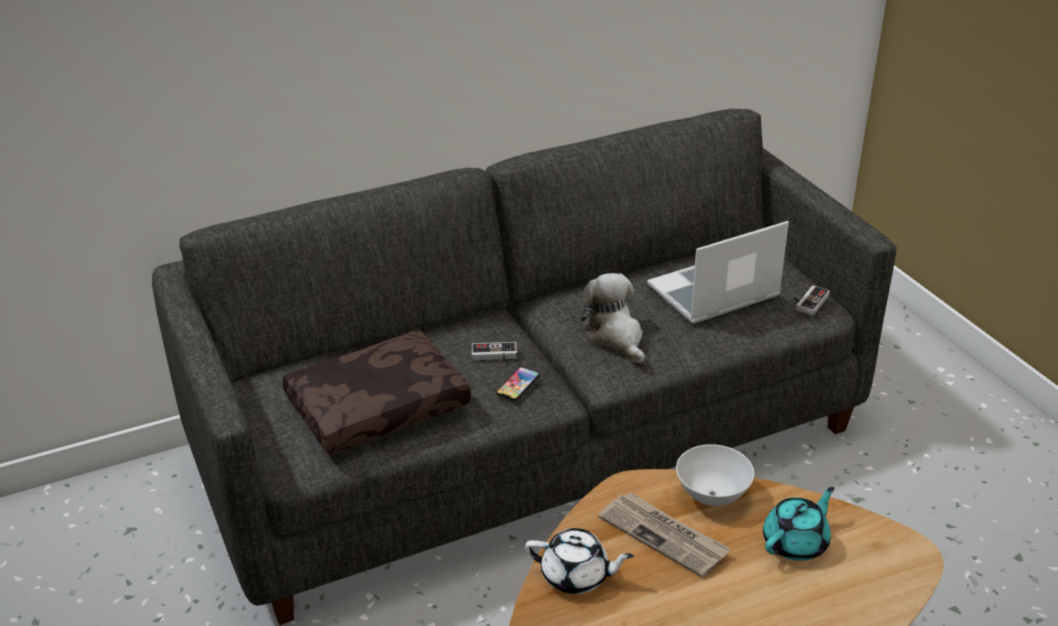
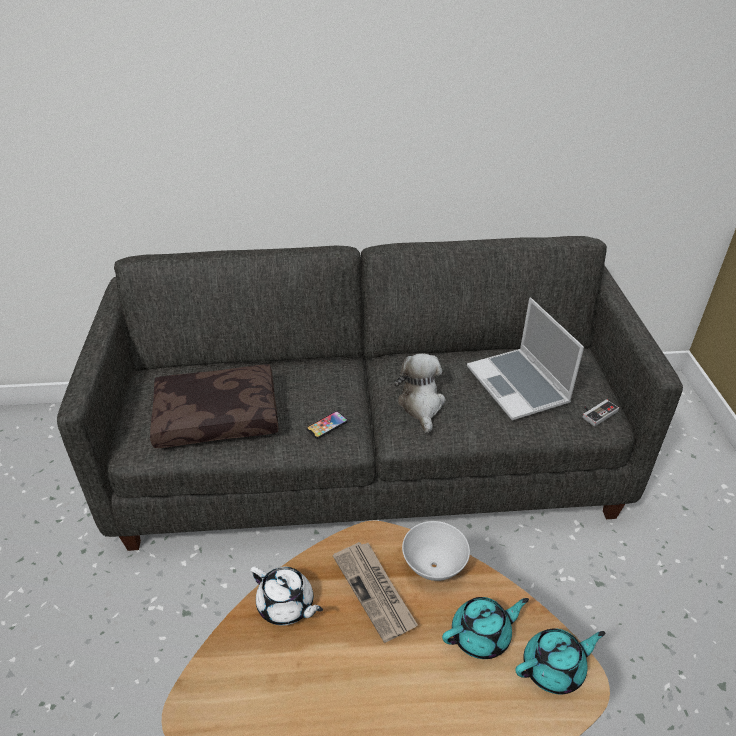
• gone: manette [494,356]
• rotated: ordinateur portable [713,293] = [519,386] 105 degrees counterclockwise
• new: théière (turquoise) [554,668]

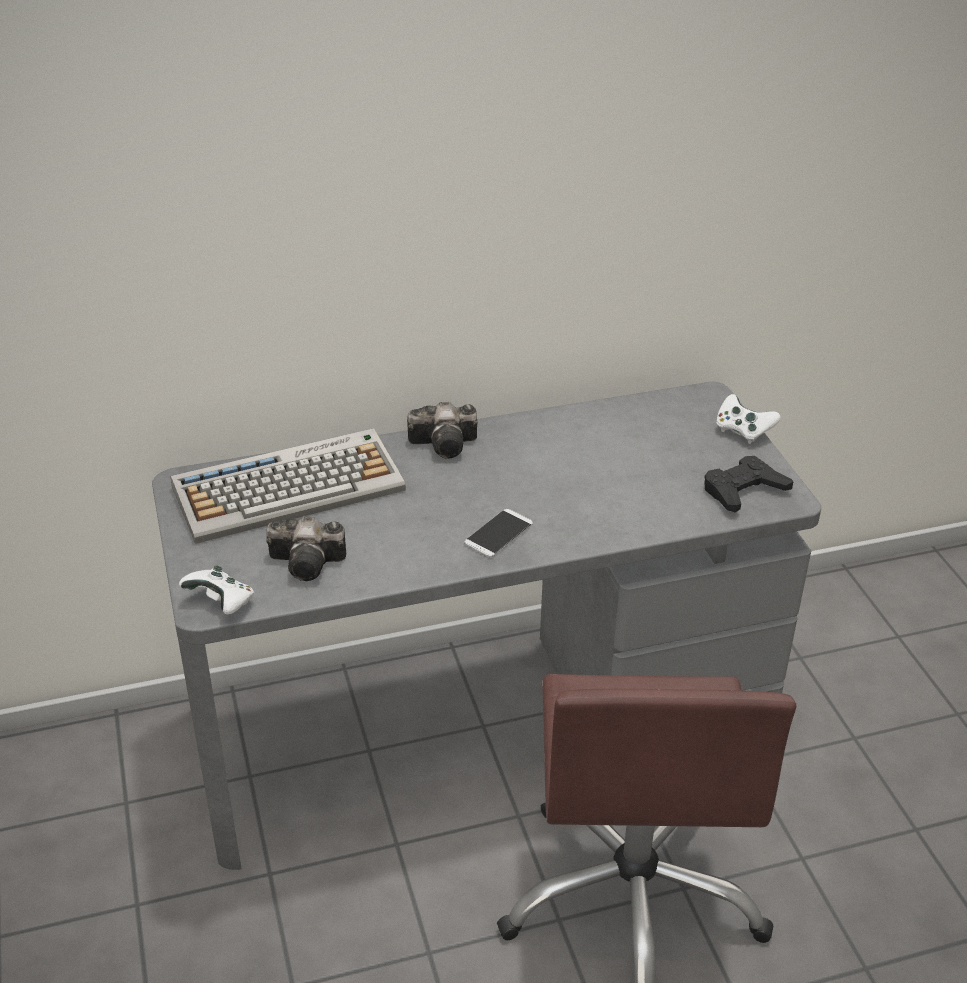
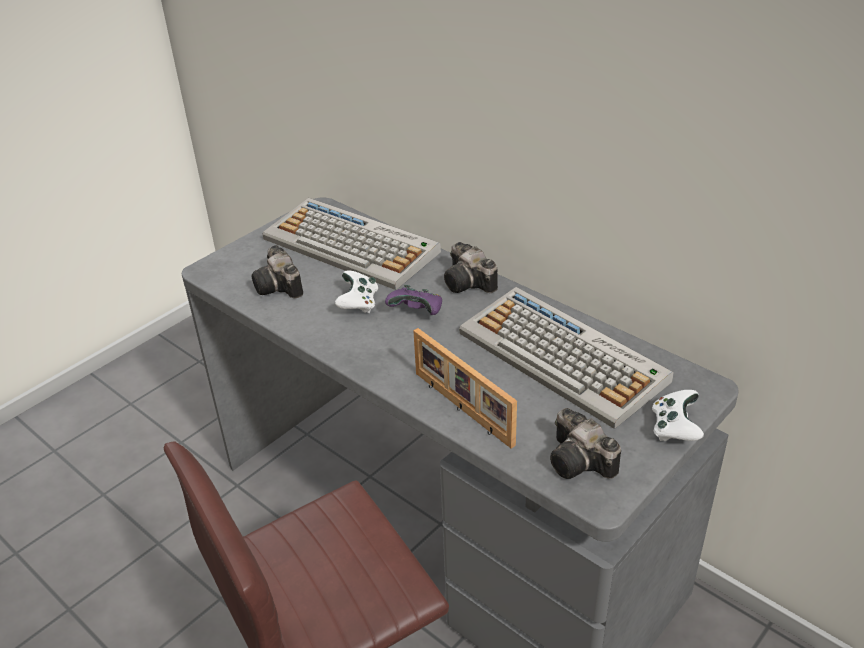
• shifted: manette (blanc) [222,603] to [358,304]
• gone: téléphone [498,534]
• swapped: manette (noir) [743,490] to appareil photo [581,463]
• new: manette (violet) [417,312]
• new: cadre photo [461,409]
• new: clavier [564,357]

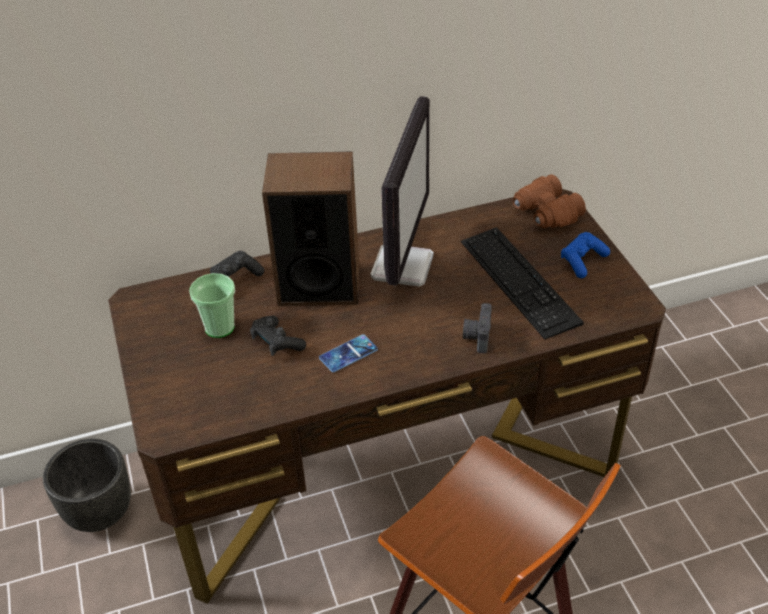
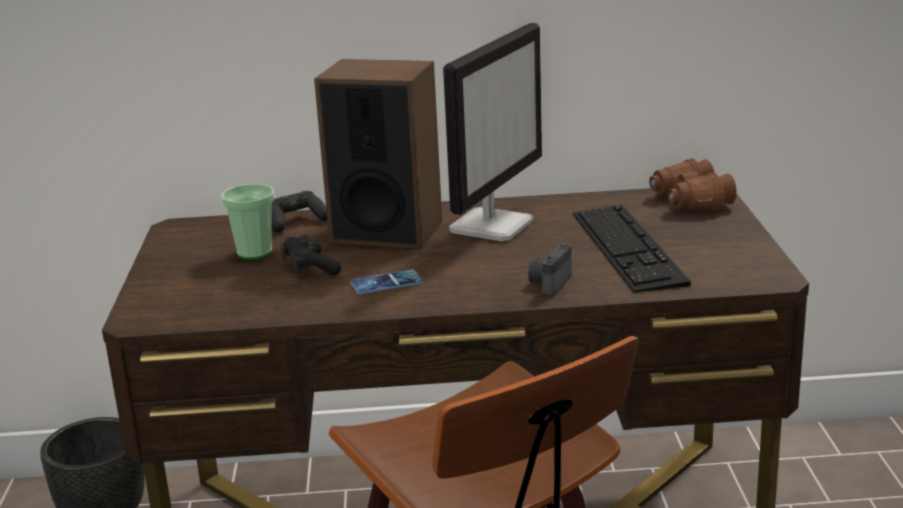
• gone: manette (bleu) [582,261]

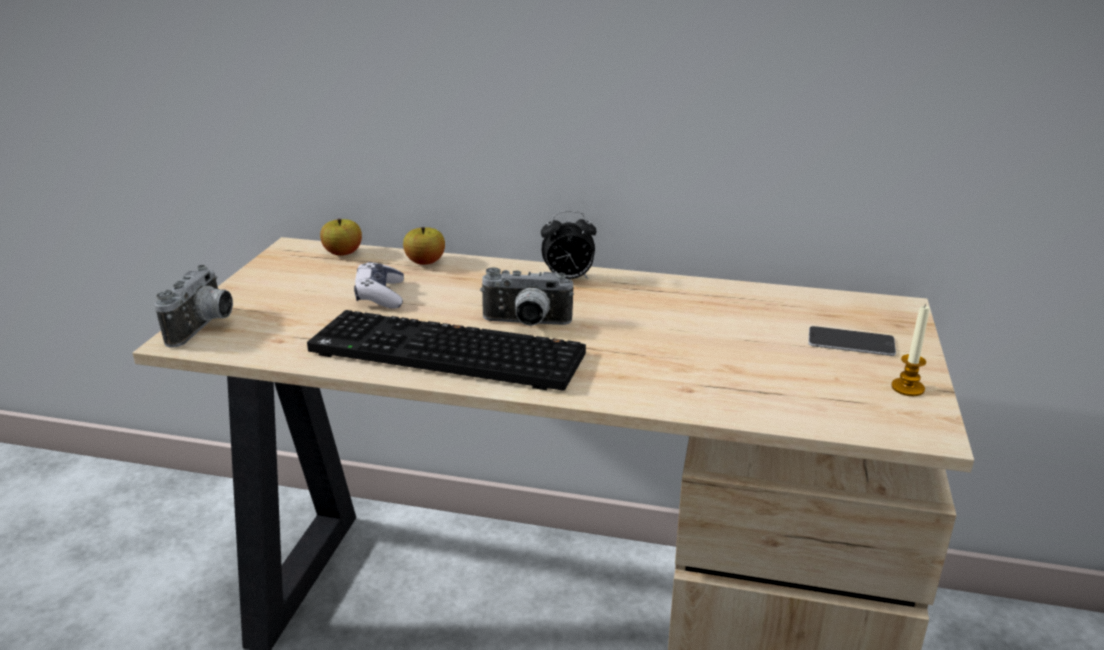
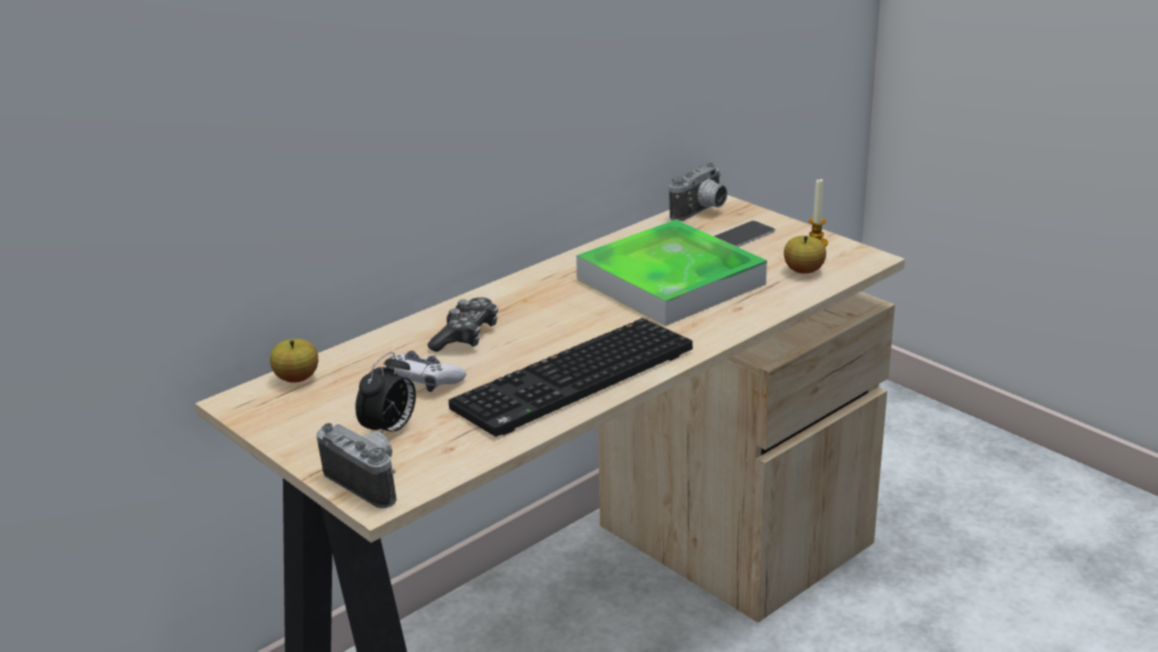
• shifted: pomme [425,262] to [803,271]
• shifted: appareil photo [526,324] to [702,212]
• shifted: réveil [568,279] to [389,430]
• new: manette [466,337]
• new: plateau [670,281]

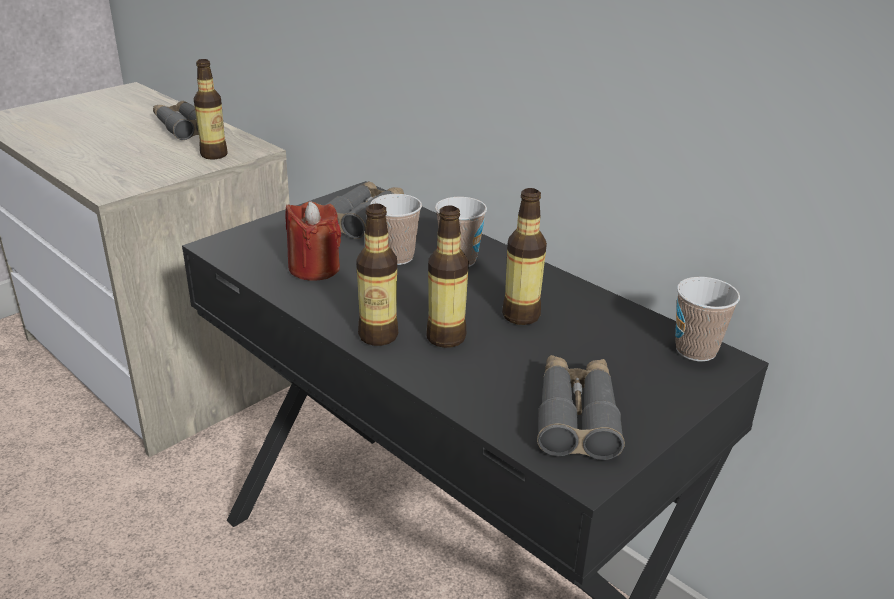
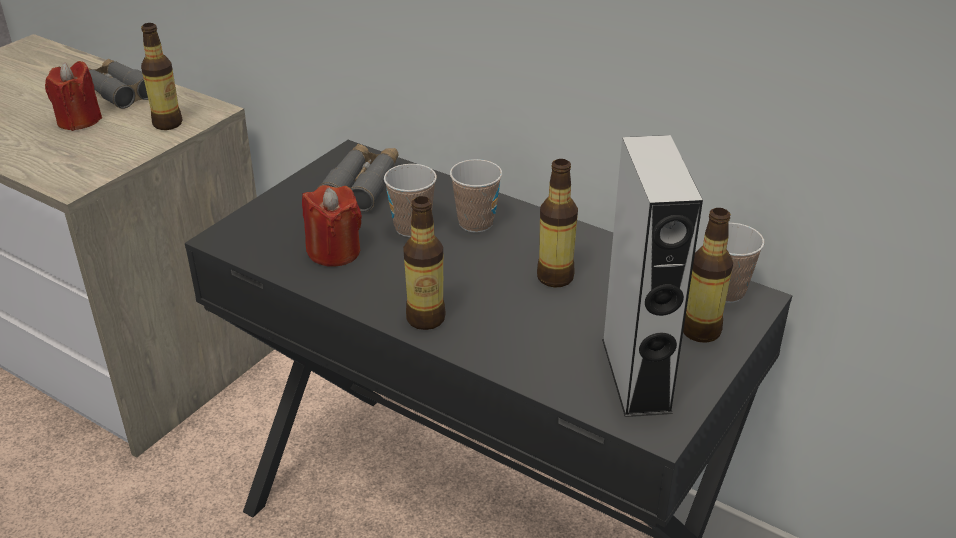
• shifted: bouteille [445,337] to [700,331]
• swapped: jumelles (gris) [576,416] to enceinte (gris) [635,375]
• new: bougie (rouge) [79,120]

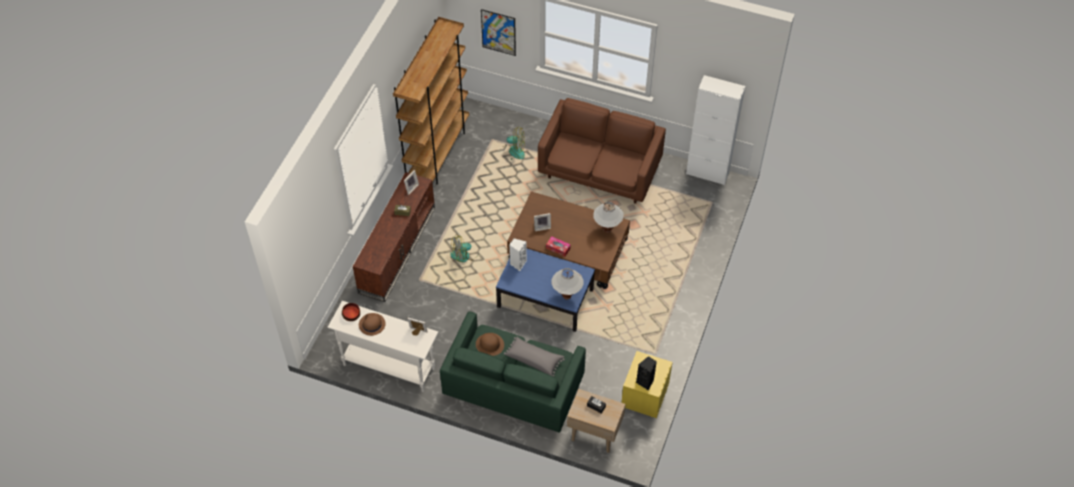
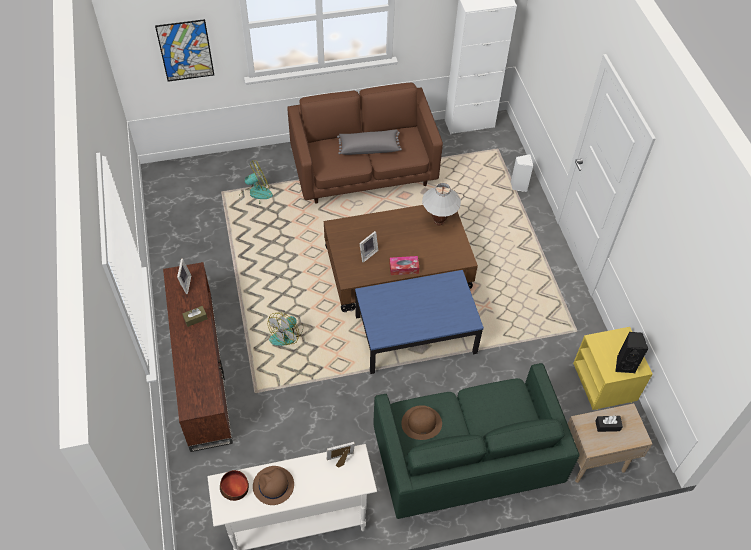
• gone: bibliothèque (marron) [438,154]
• shifted: coussin (gris) [534,359] to [369,147]
• shifted: enceinte (blanc) [517,263] to [518,186]
• gone: lampe de table (blanc) [566,296]

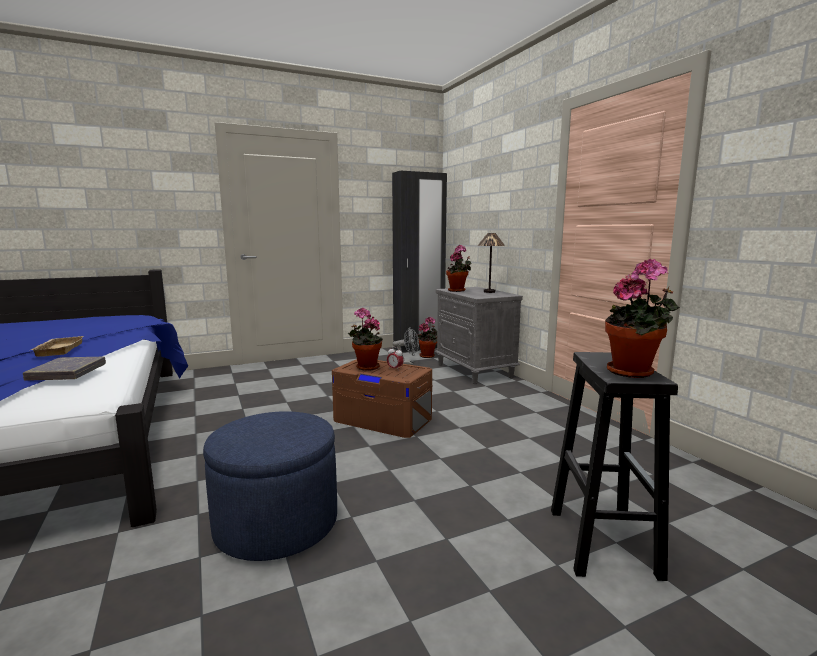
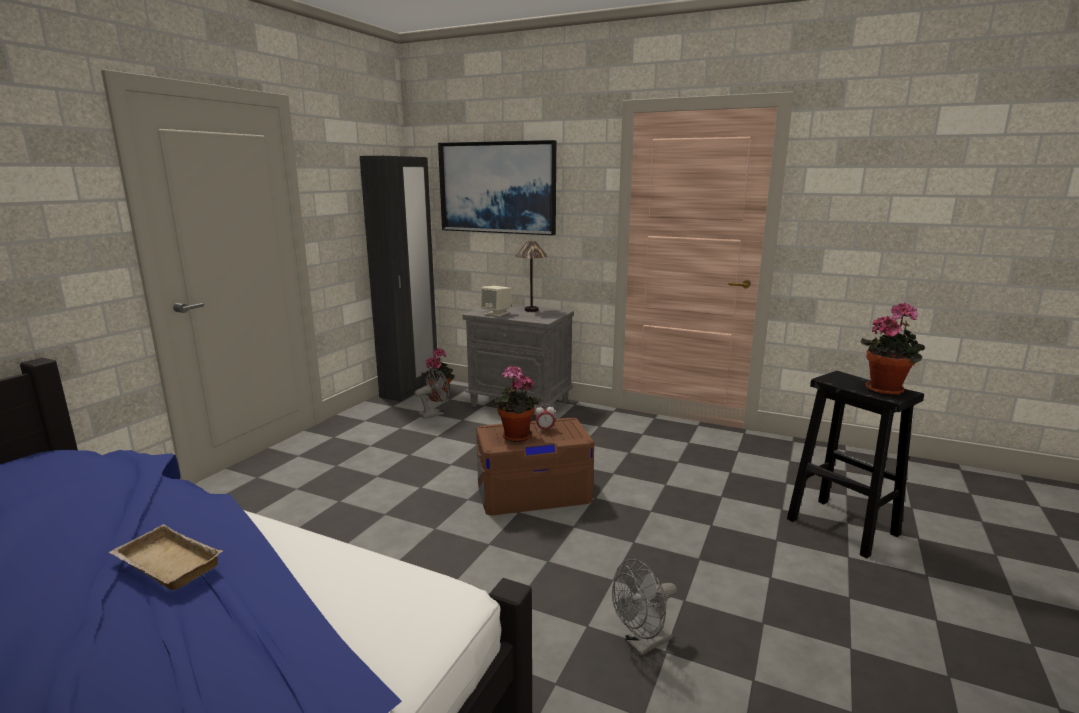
• gone: livre (gris) [67,373]
• swapped: pouf (bleu) [276,523] to ventilateur (gris) [643,644]
• swapped: plante en pot [458,291] to enceinte (beige) [496,313]
• new: tableau [497,187]

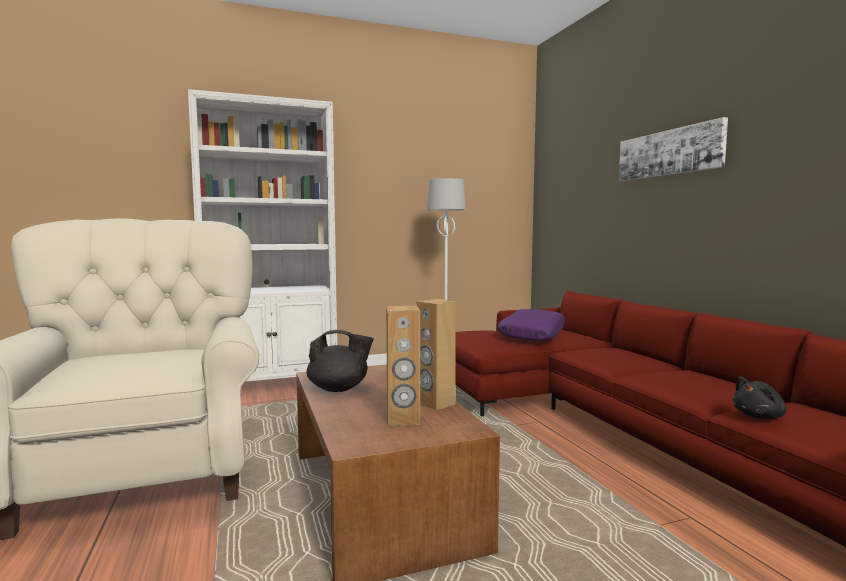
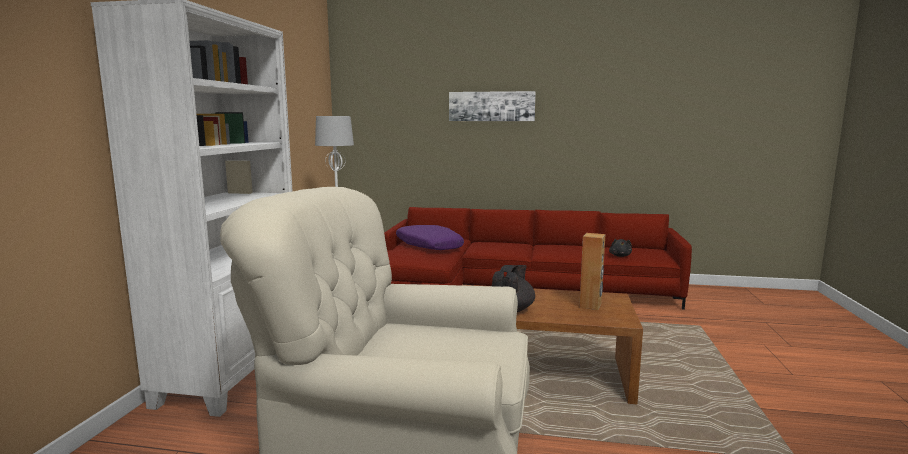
• gone: enceinte (marron) [435,403]

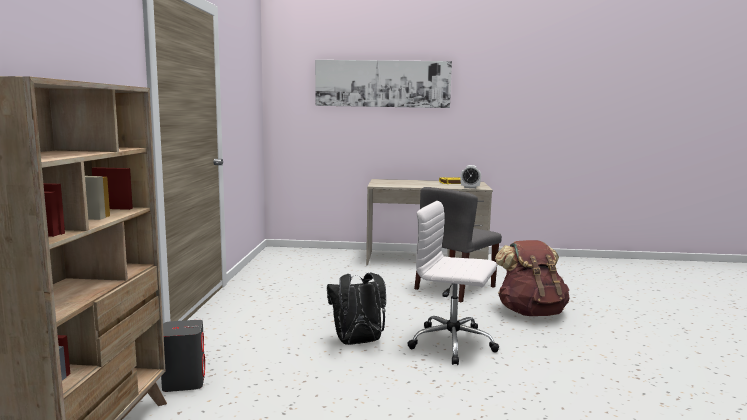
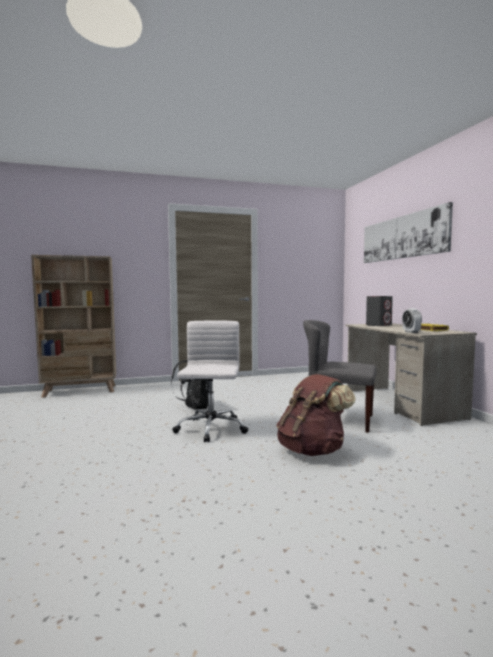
• shifted: enceinte (gris) [184,381] to [379,325]

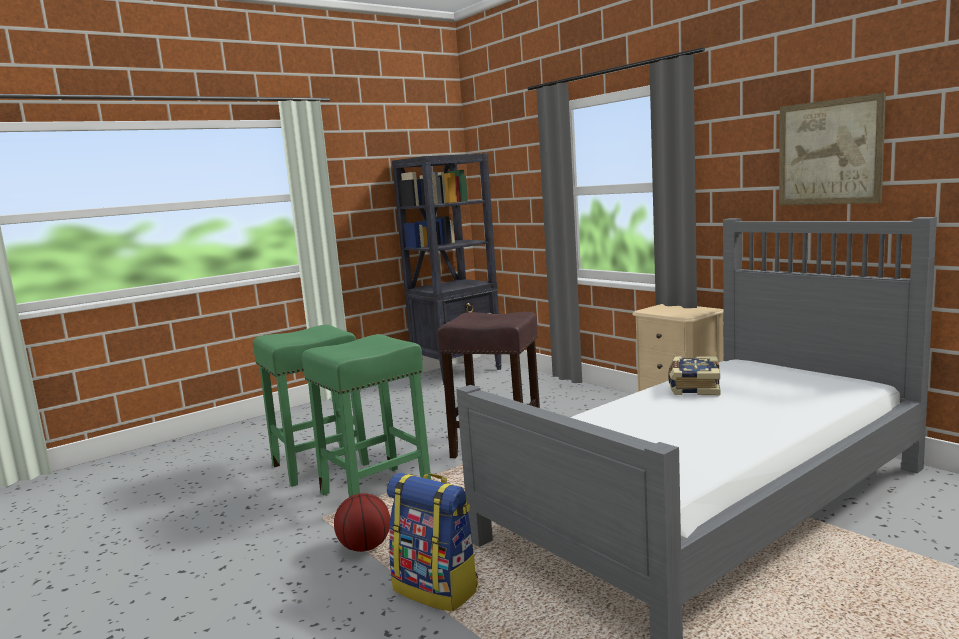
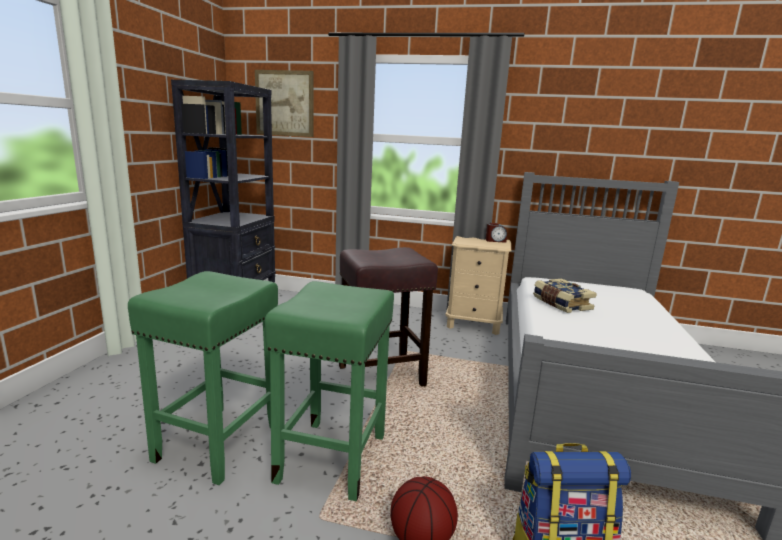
• shifted: tableau [829,152] to [284,103]
• new: réveil [495,241]

